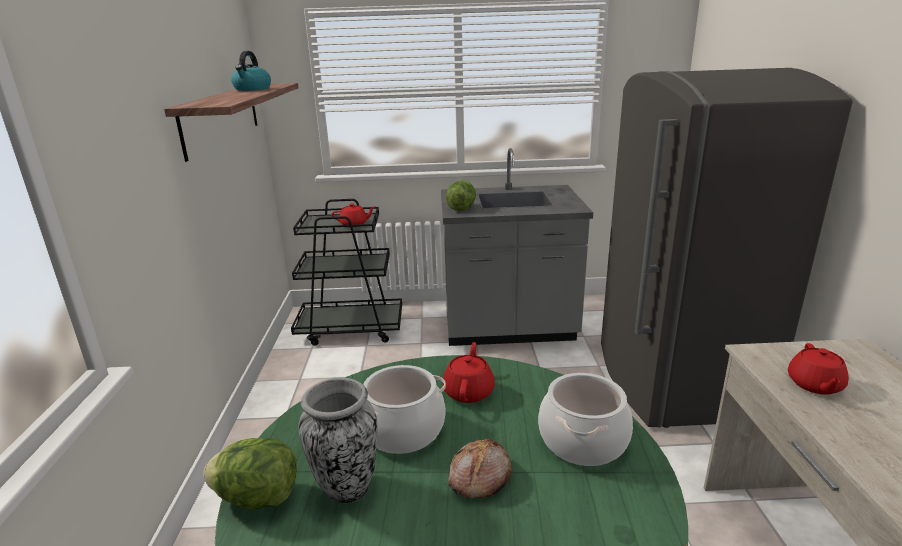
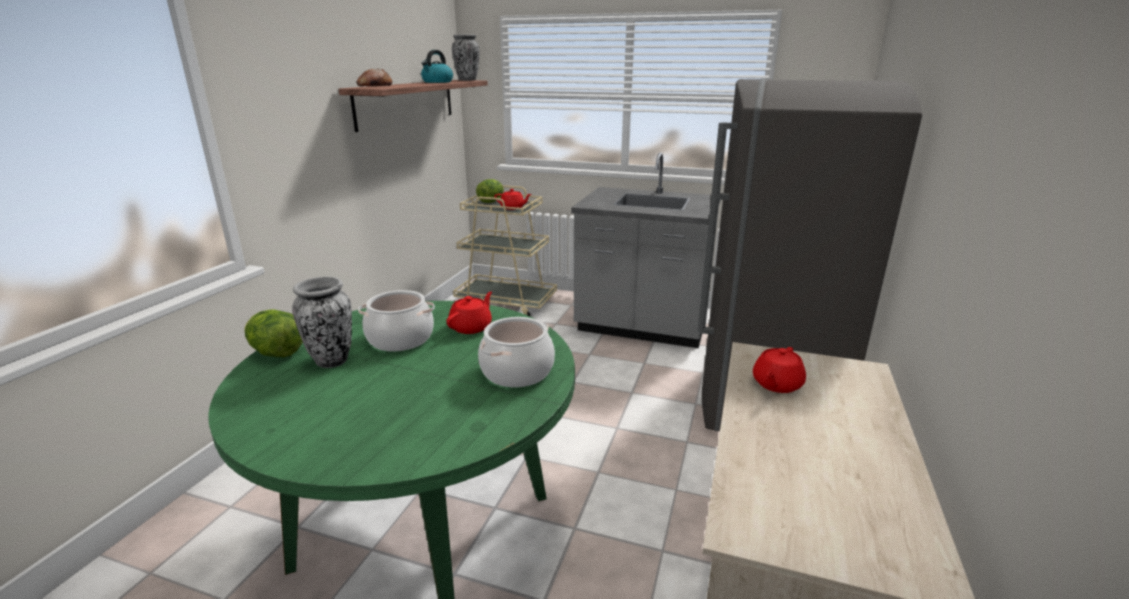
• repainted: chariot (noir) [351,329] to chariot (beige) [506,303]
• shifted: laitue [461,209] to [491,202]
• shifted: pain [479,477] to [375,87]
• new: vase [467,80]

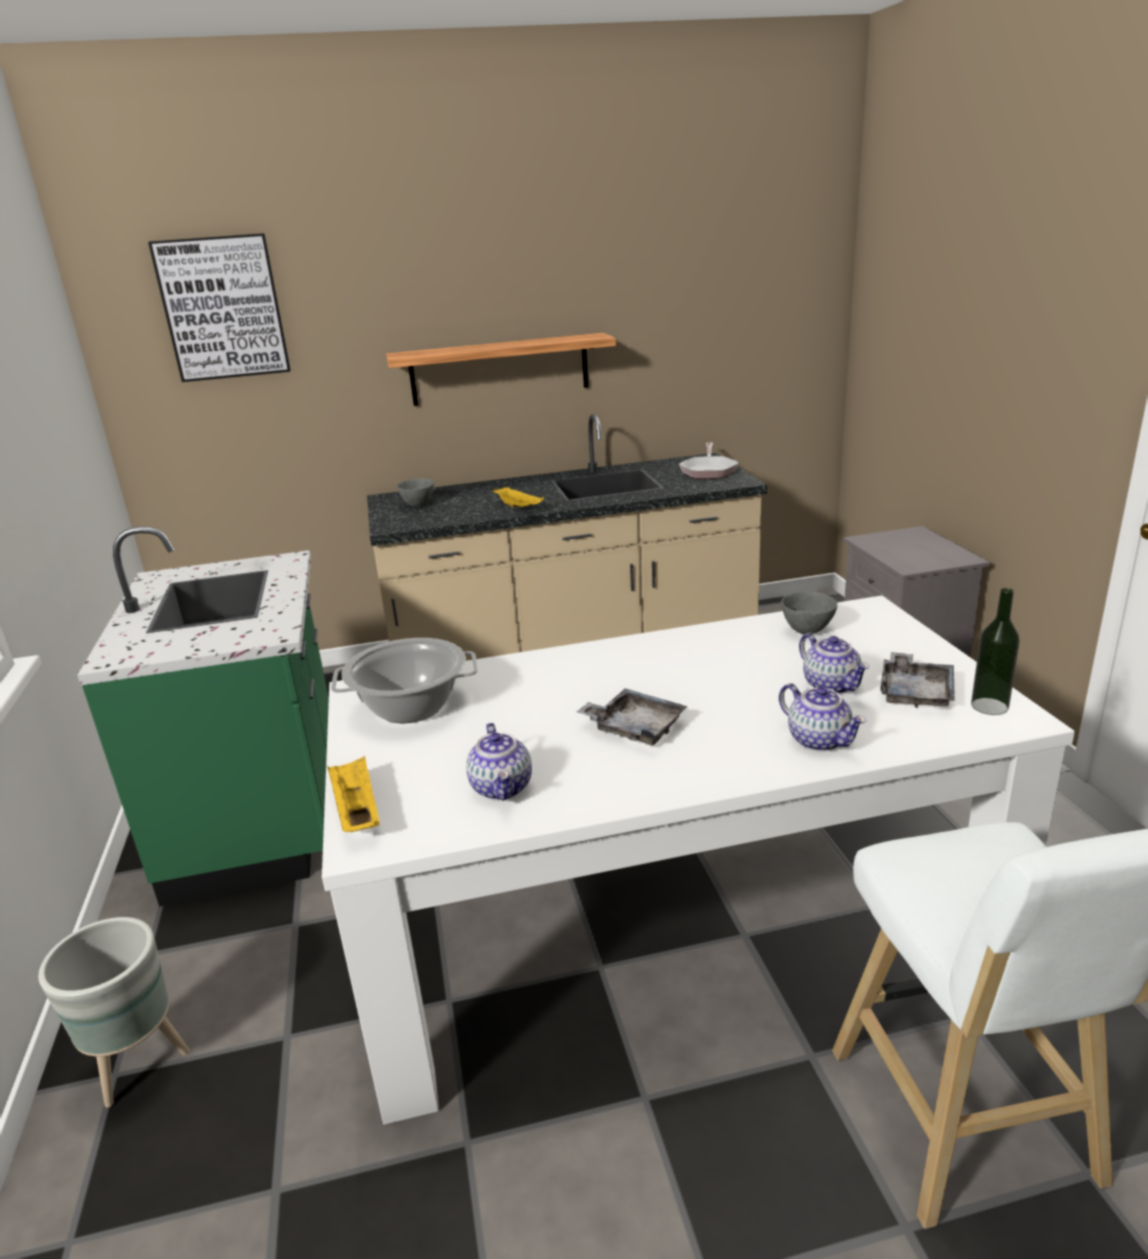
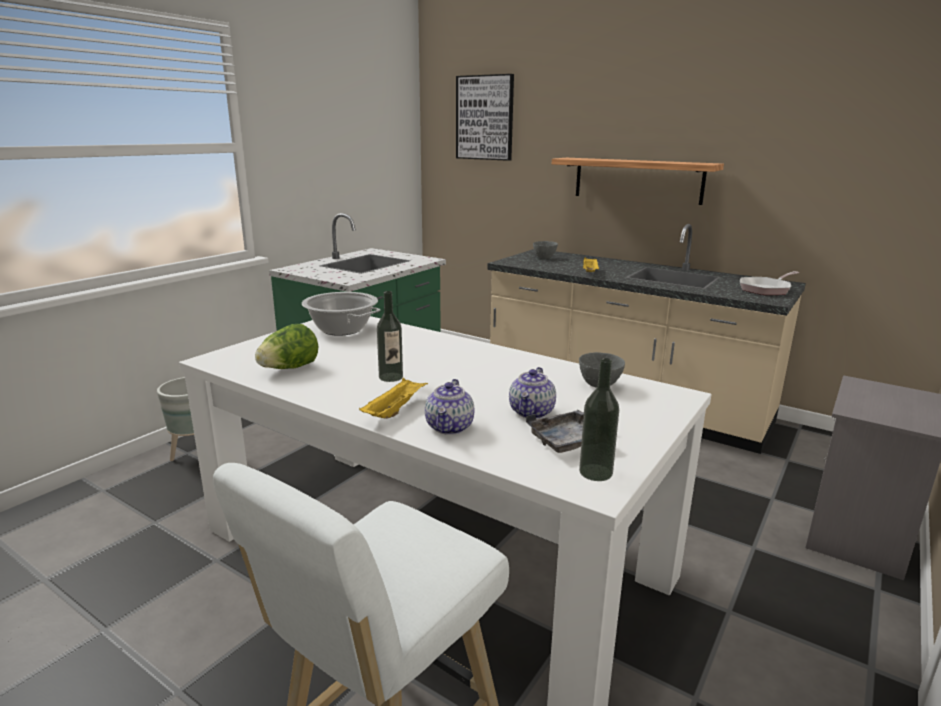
• shifted: plateau (jaune) [356,811] to [395,410]
• swapped: théière [502,787] to laitue [289,368]
• swapped: plateau (gris) [634,727] to bouteille [391,377]

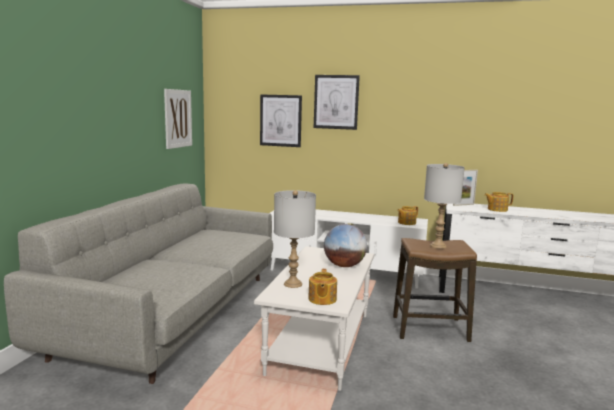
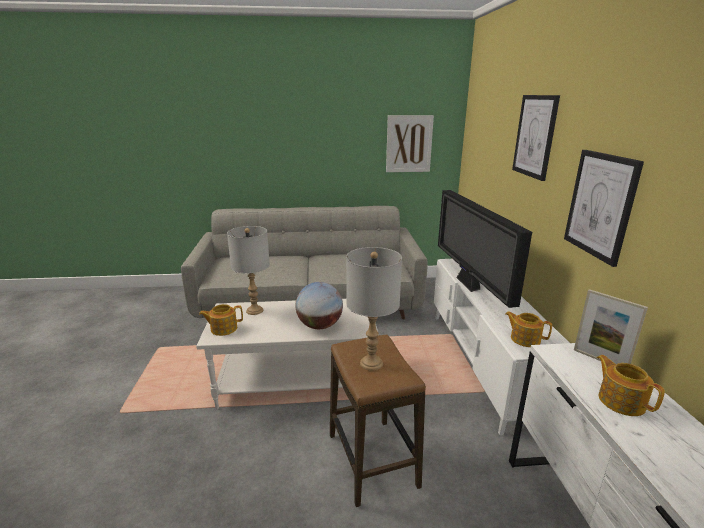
• shifted: tableau [280,120] to [600,205]
• new: téléviseur [469,285]

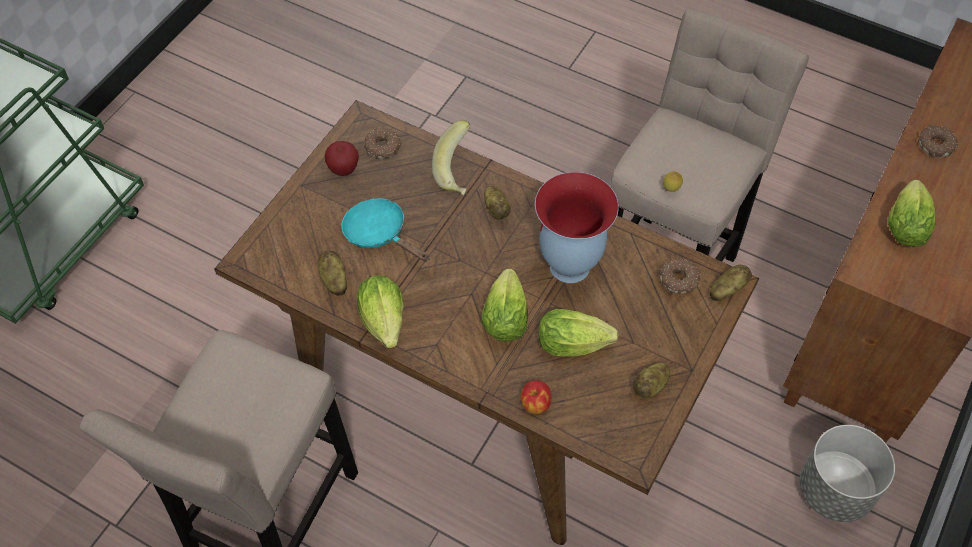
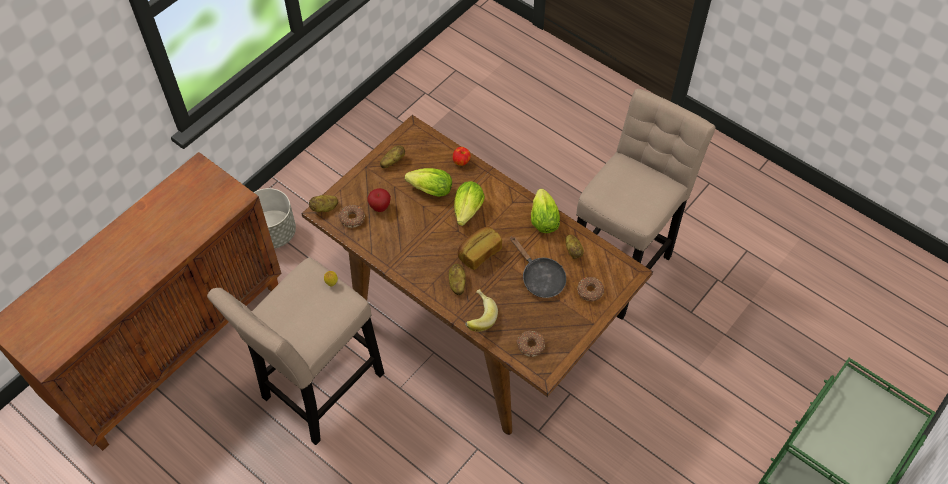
• shifted: pomme [343,170] to [380,207]
• repainted: poêle (turquoise) [379,234] to poêle (noir) [540,278]
• gone: vase [569,267]
• gone: laitue [905,224]
• shifted: beignet [935,144] to [590,292]
• new: pain [479,253]

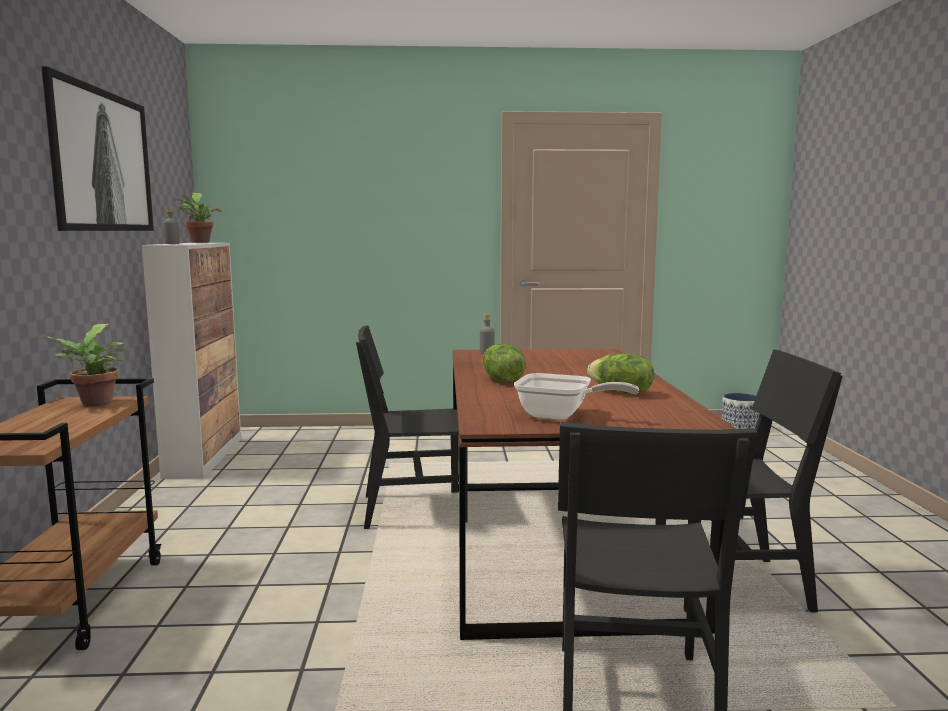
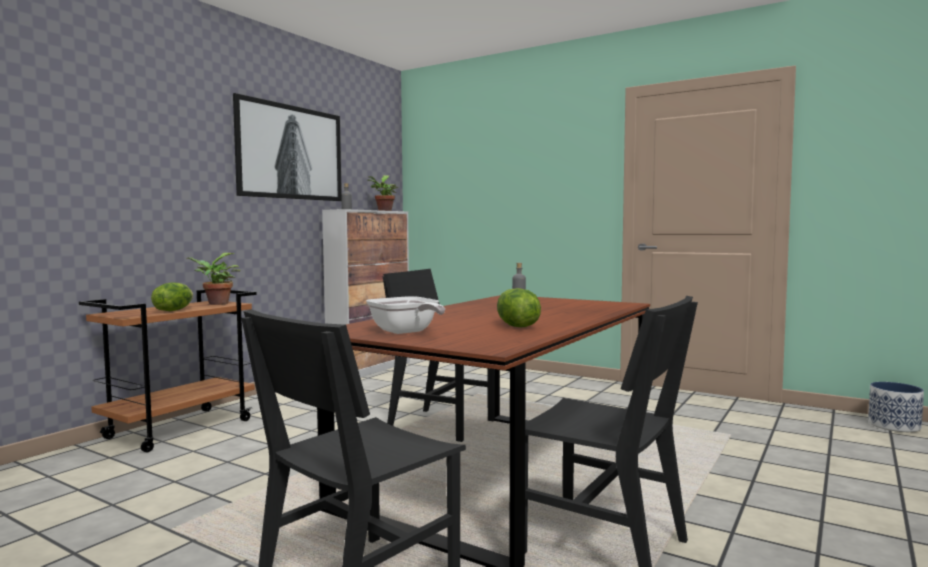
• shifted: laitue [501,380] to [173,310]

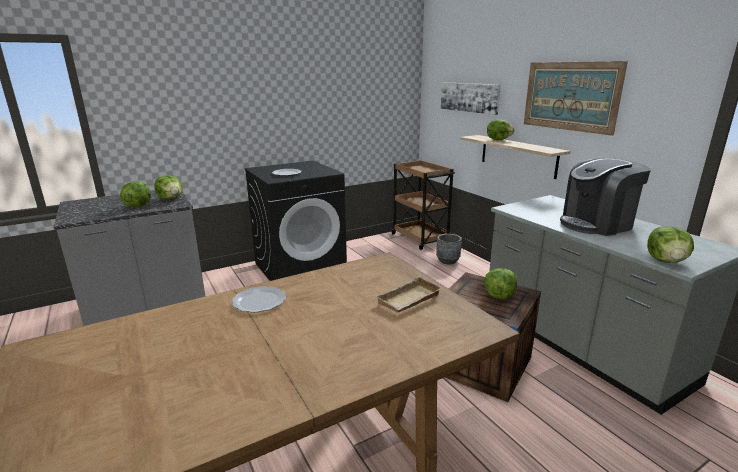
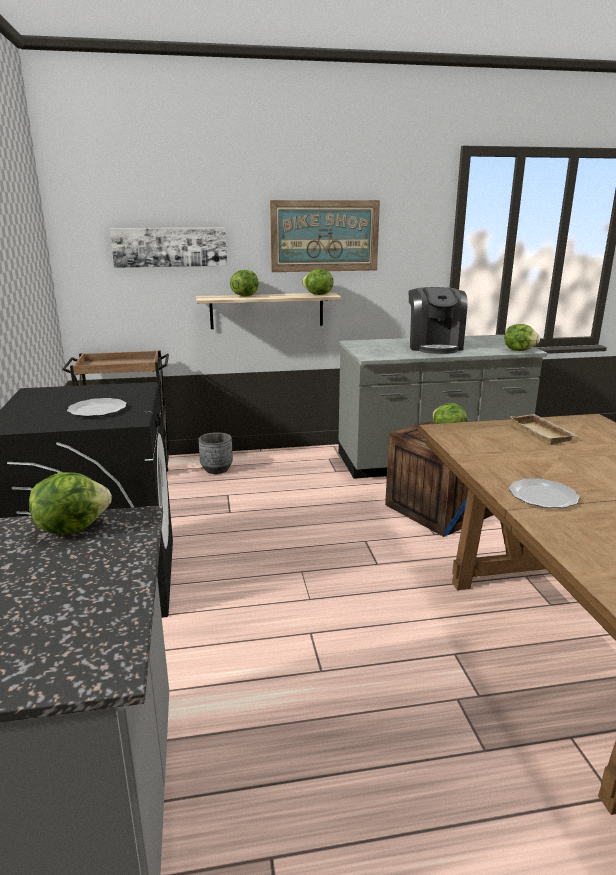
• shifted: laitue [138,205] to [317,294]

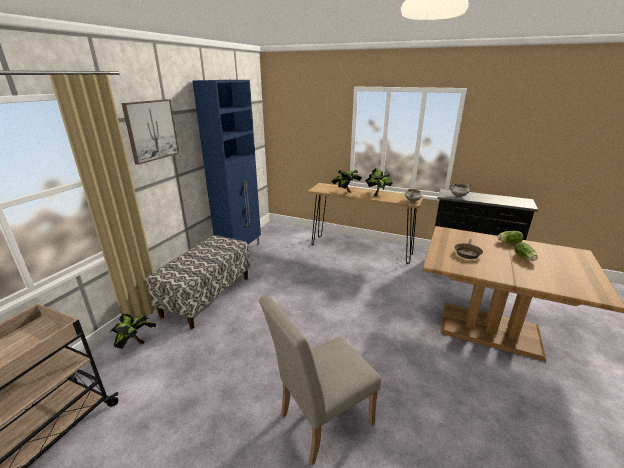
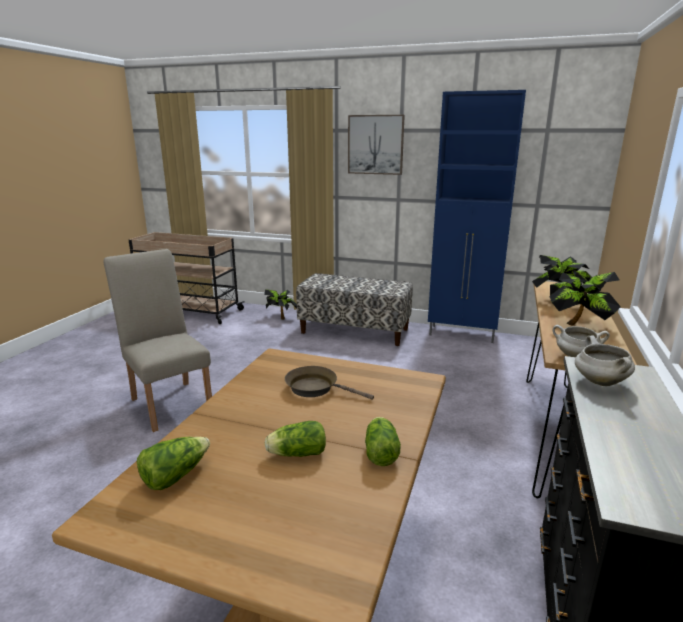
• new: laitue [175,475]

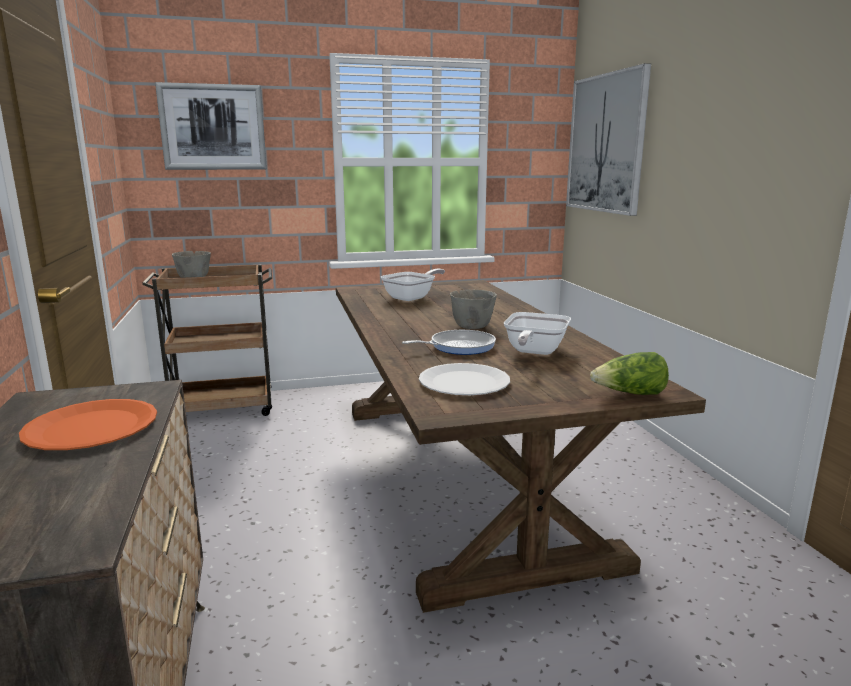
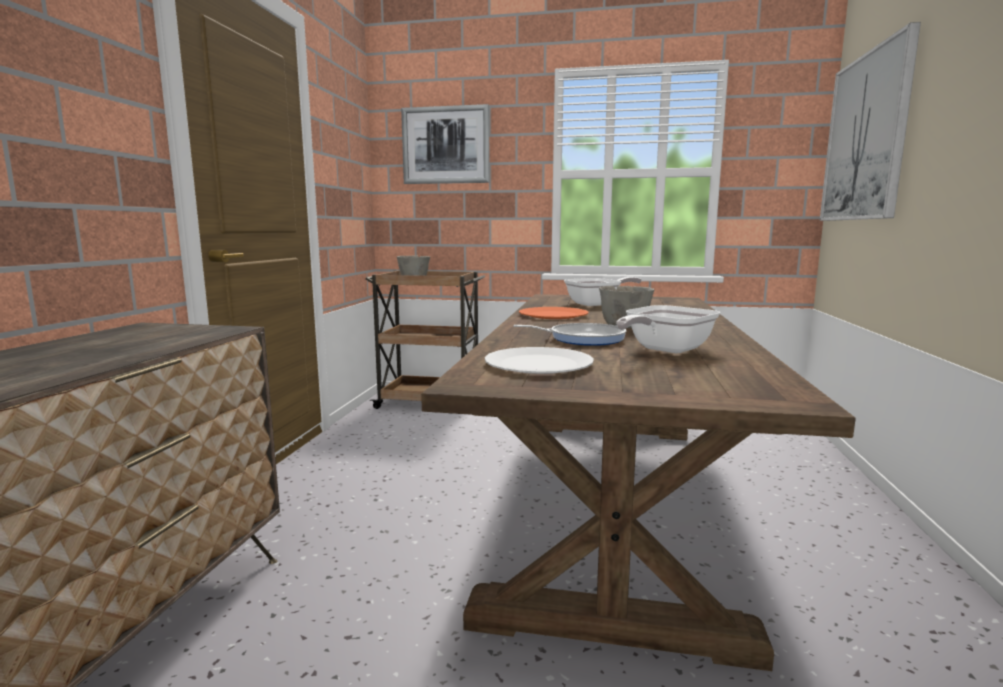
• shifted: assiette (orange) [91,428] to [553,315]
• gone: laitue [630,394]

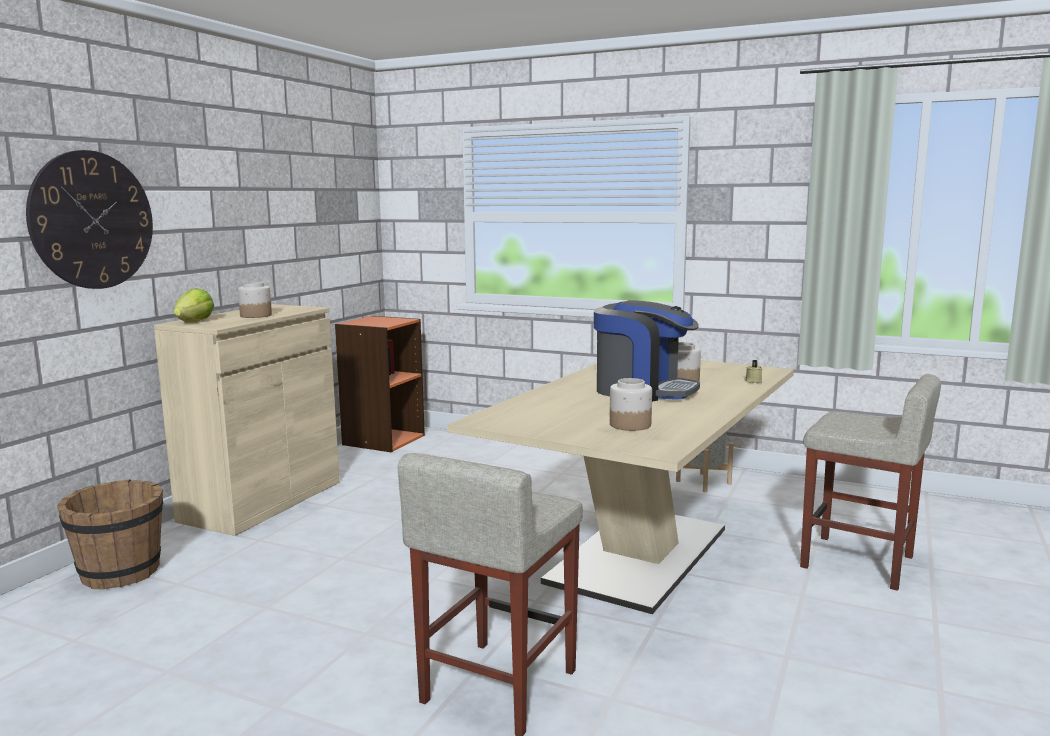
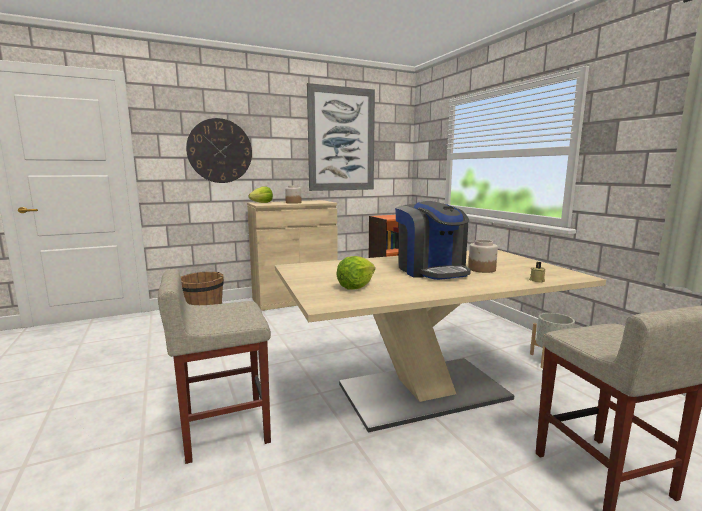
• swapped: bocal [629,425] to laitue [356,286]
• new: tableau [341,139]

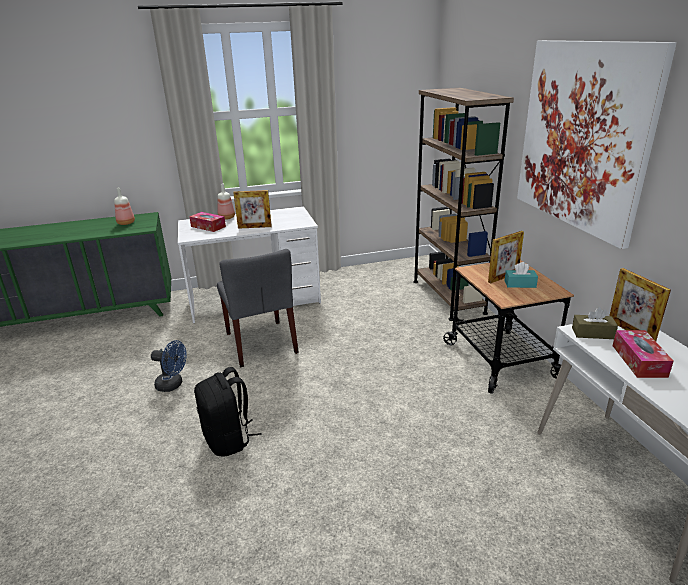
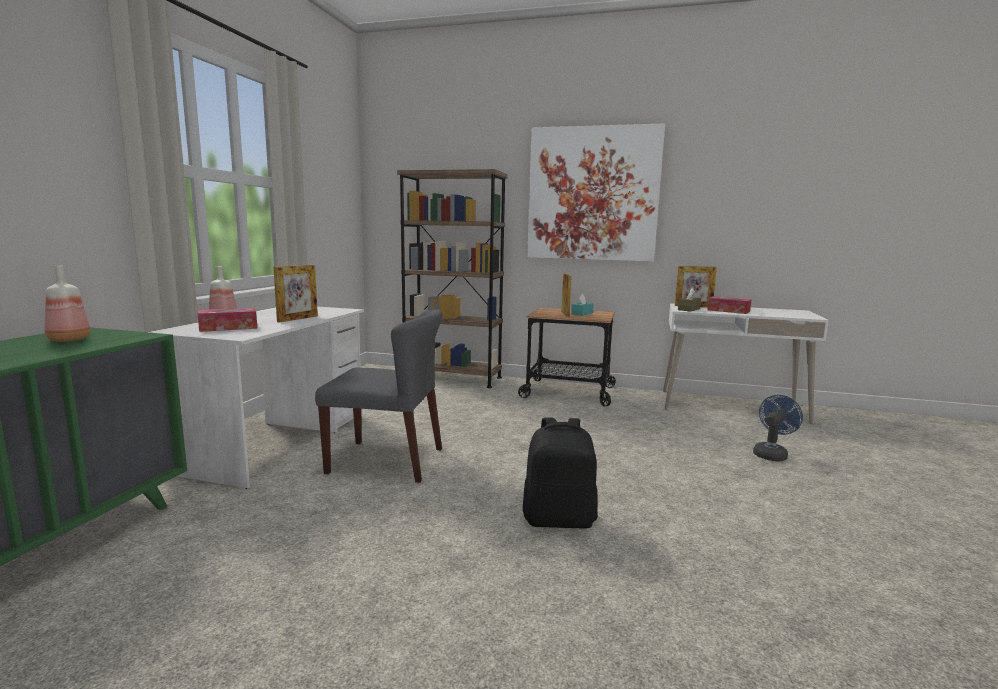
• shifted: ventilateur (bleu) [173,385] to [771,454]

